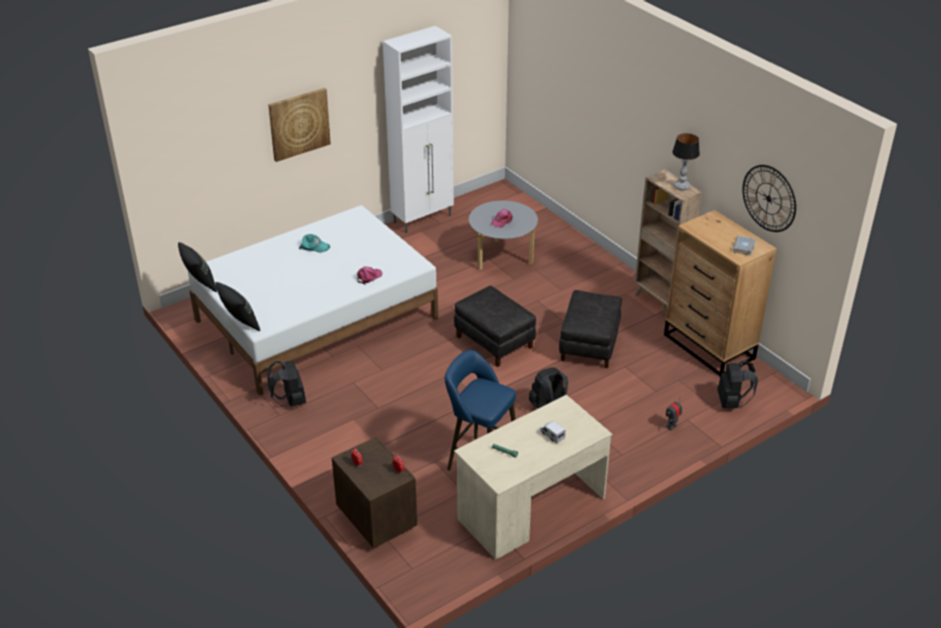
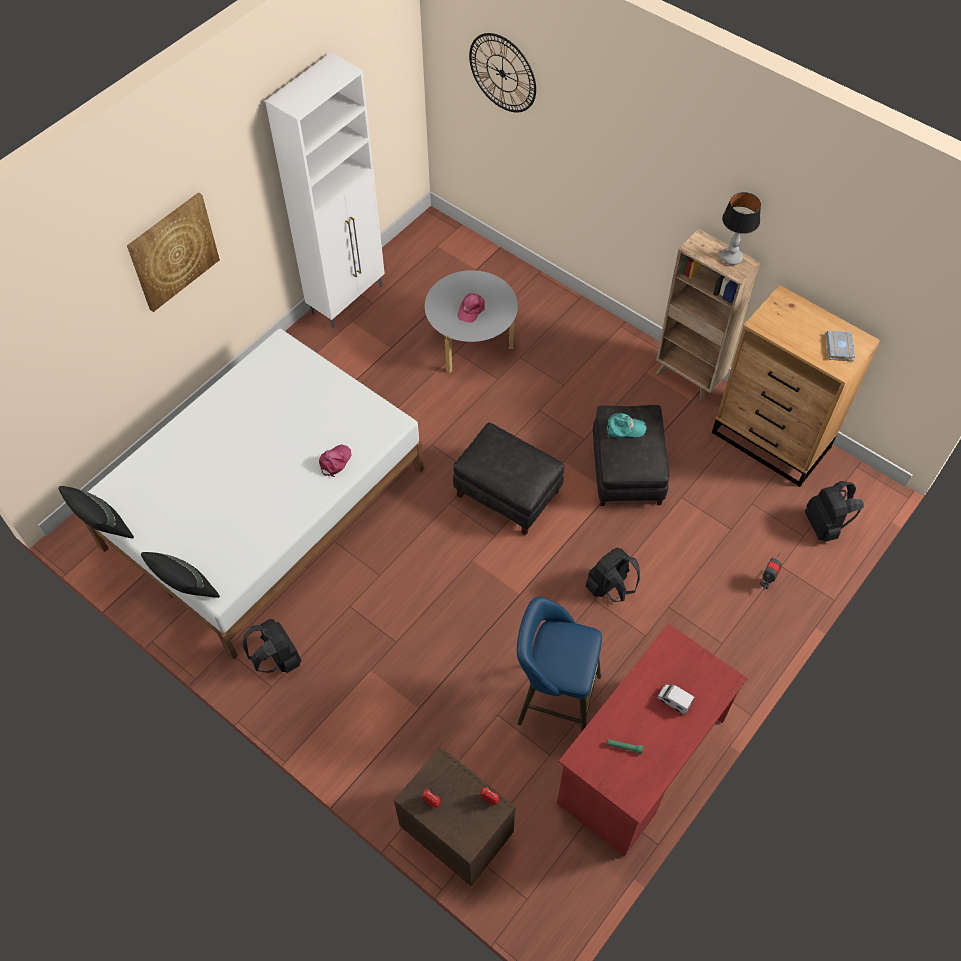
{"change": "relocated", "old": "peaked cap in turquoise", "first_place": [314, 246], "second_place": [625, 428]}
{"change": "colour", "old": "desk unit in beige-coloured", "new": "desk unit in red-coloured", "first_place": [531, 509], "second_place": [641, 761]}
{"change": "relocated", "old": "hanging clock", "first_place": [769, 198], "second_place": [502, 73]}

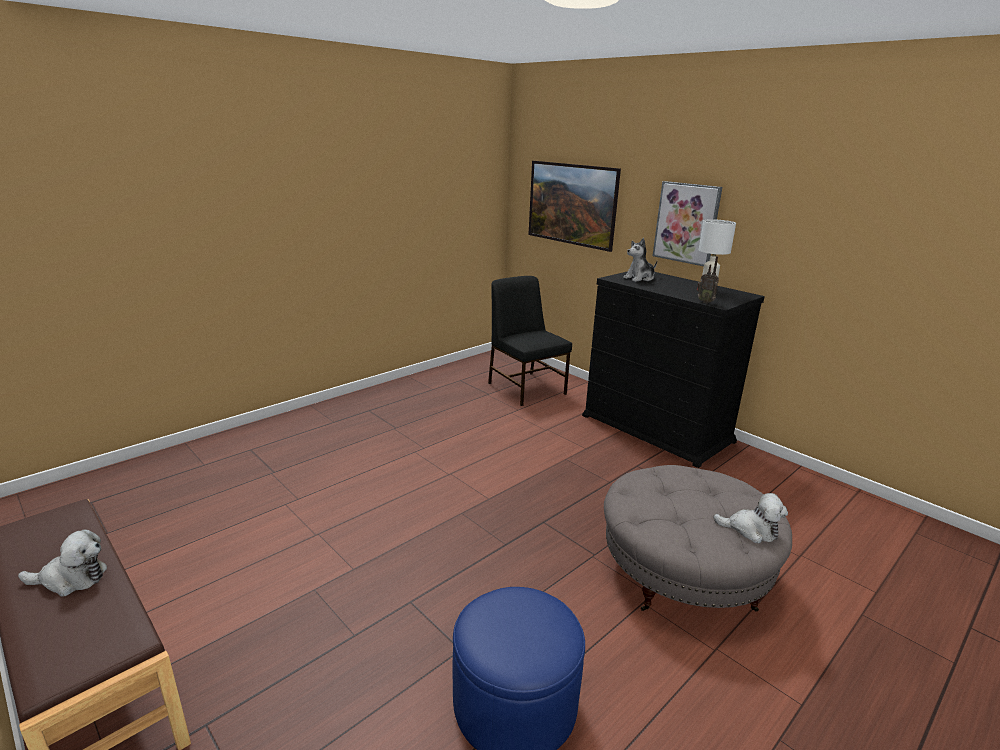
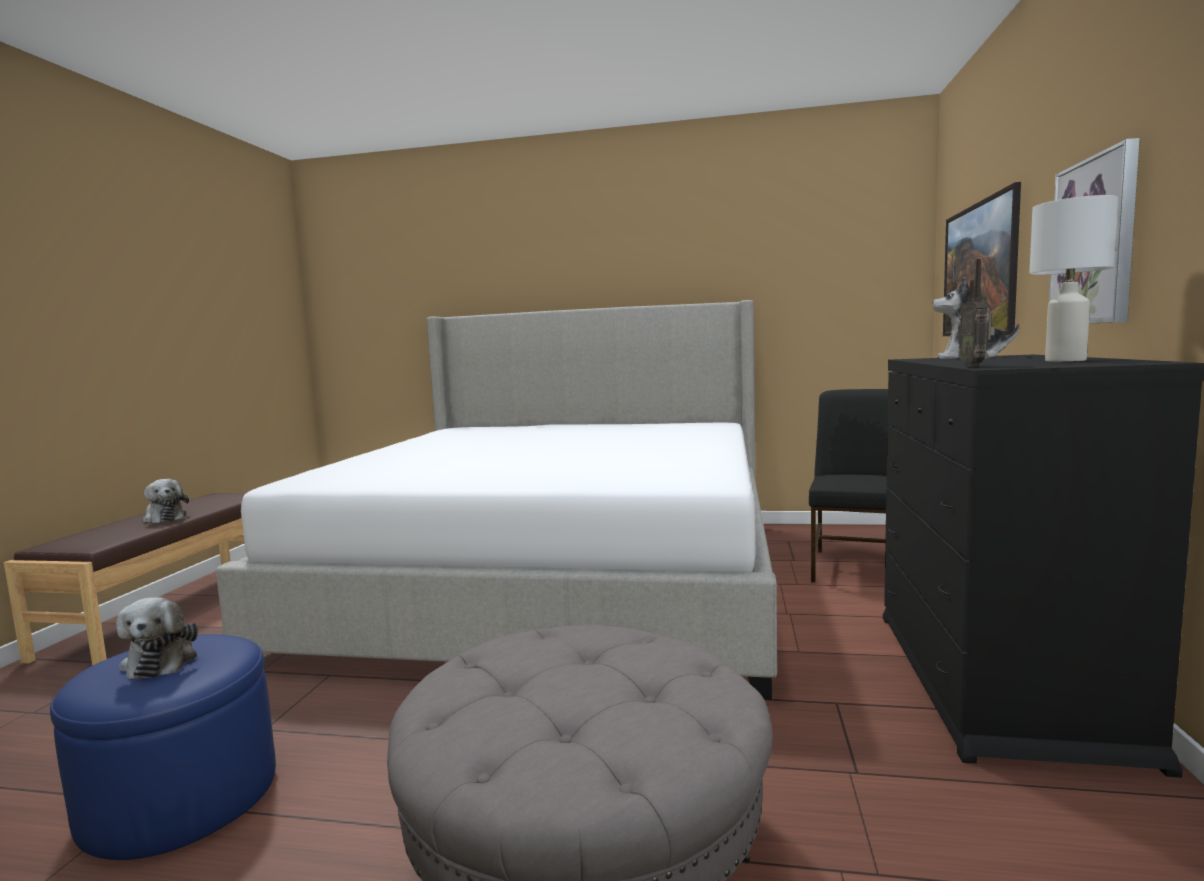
{"change": "relocated", "old": "cuddly toy", "first_place": [751, 530], "second_place": [162, 660]}
{"change": "appeared", "new": "sleeping bed", "second_place": [557, 581]}

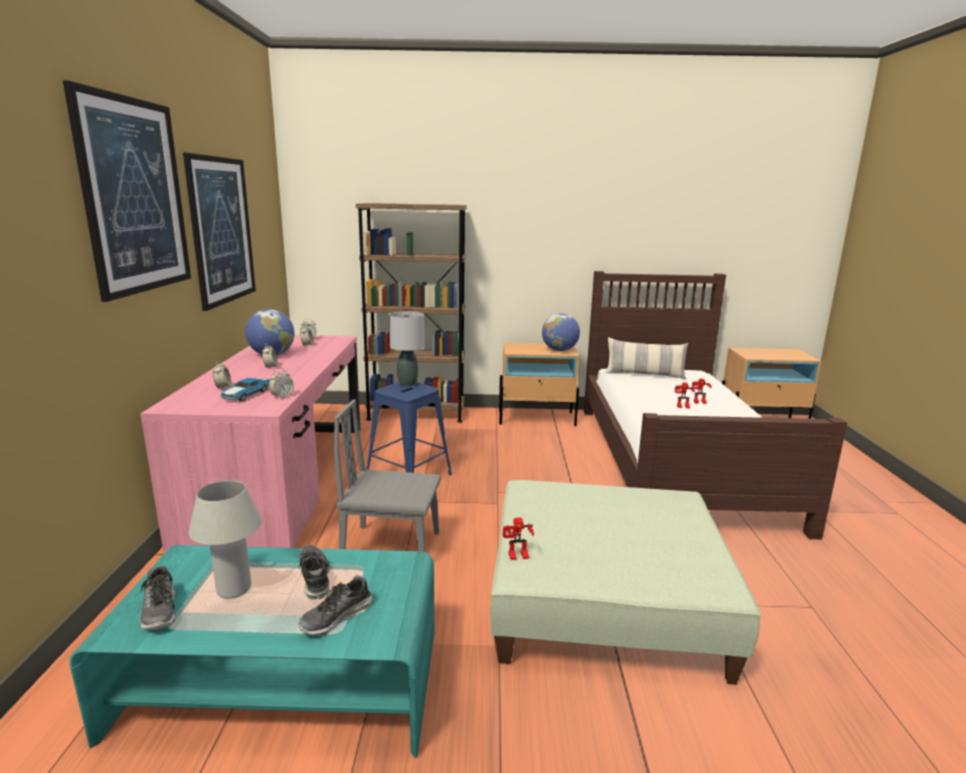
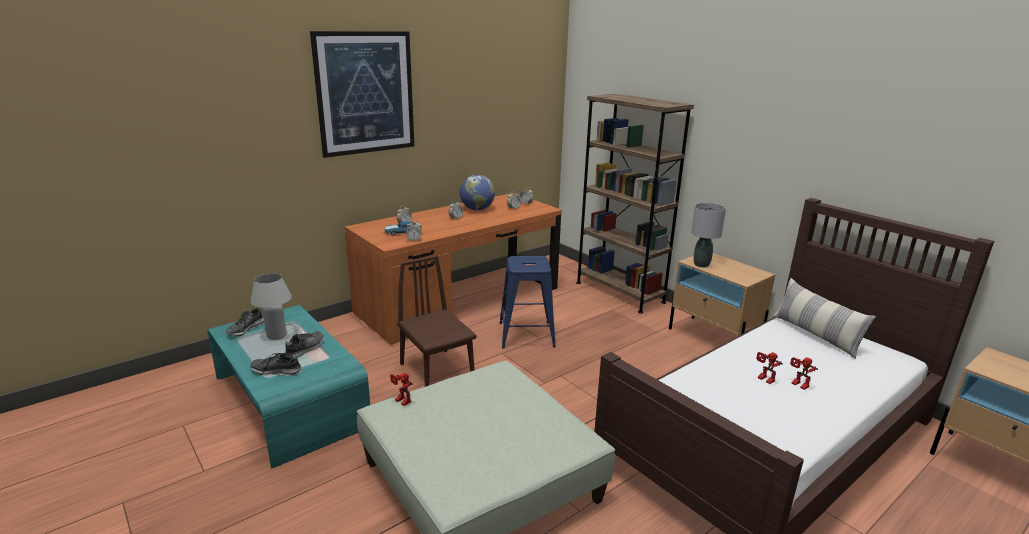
{"change": "colour", "old": "desk unit in pink-coloured", "new": "desk unit in orange-coloured", "first_place": [282, 479], "second_place": [460, 300]}
{"change": "missing", "old": "wall art", "first_place": [221, 230]}
{"change": "colour", "old": "plain chair in gray", "new": "plain chair in brown", "first_place": [391, 547], "second_place": [437, 371]}
{"change": "relocated", "old": "tabletop lamp in gray", "first_place": [407, 383], "second_place": [701, 264]}
{"change": "missing", "old": "world globe", "first_place": [559, 350]}

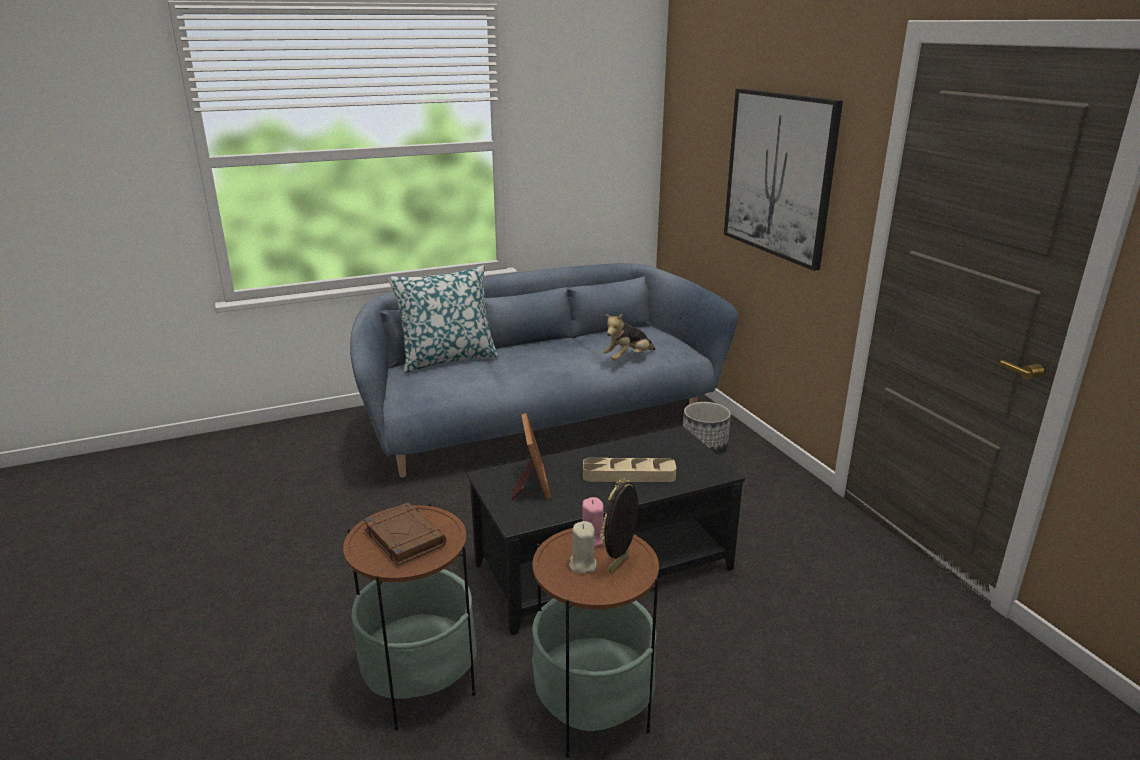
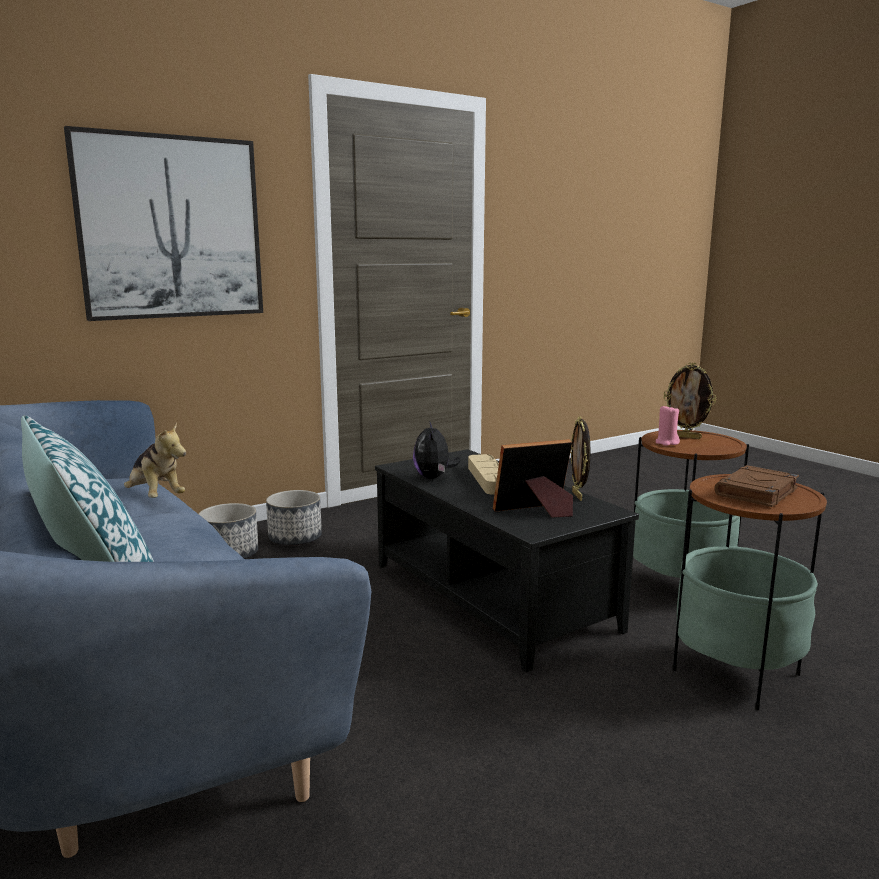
{"change": "missing", "old": "candle in beige-coloured", "first_place": [582, 565]}
{"change": "appeared", "new": "plant pot", "second_place": [294, 539]}
{"change": "appeared", "new": "cuddly toy", "second_place": [434, 477]}
{"change": "appeared", "new": "picture frame", "second_place": [578, 496]}

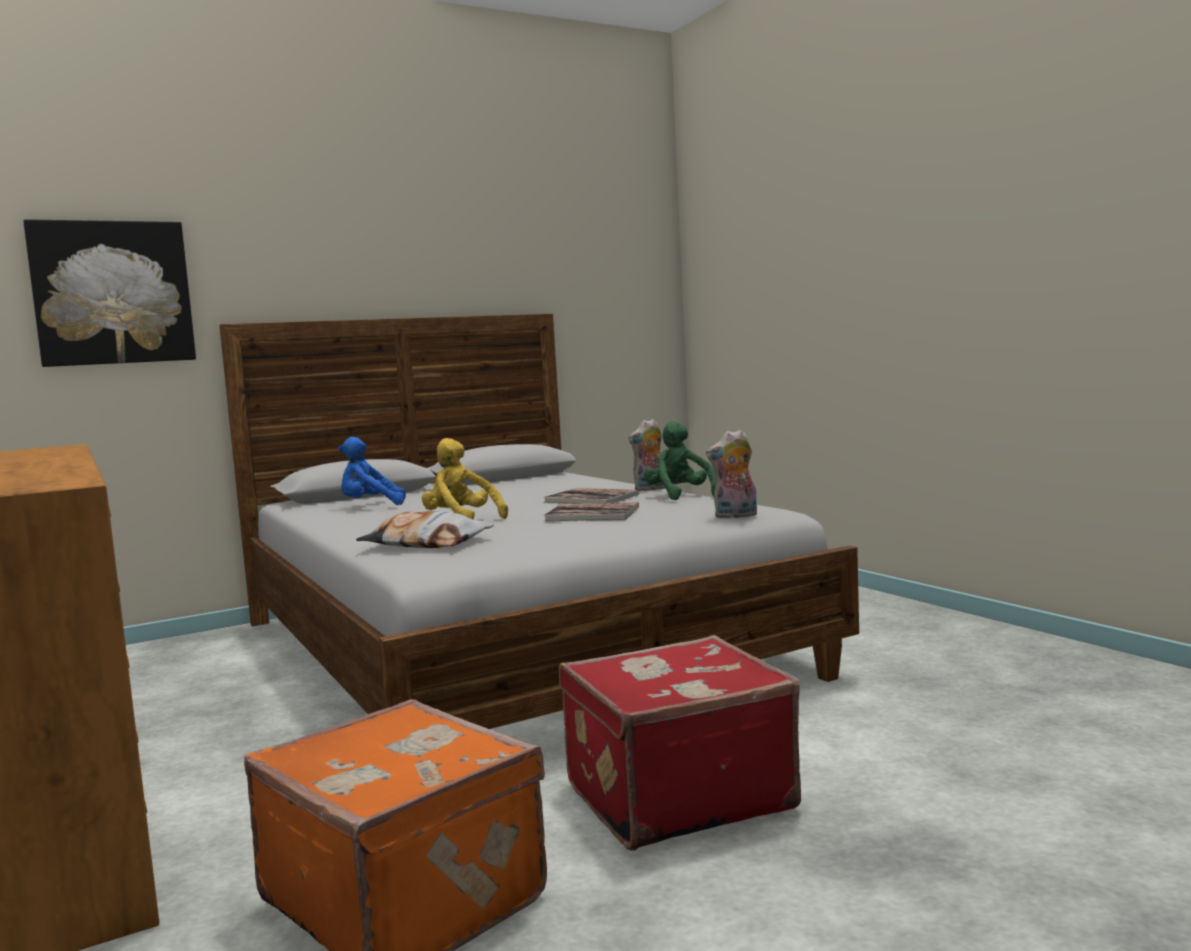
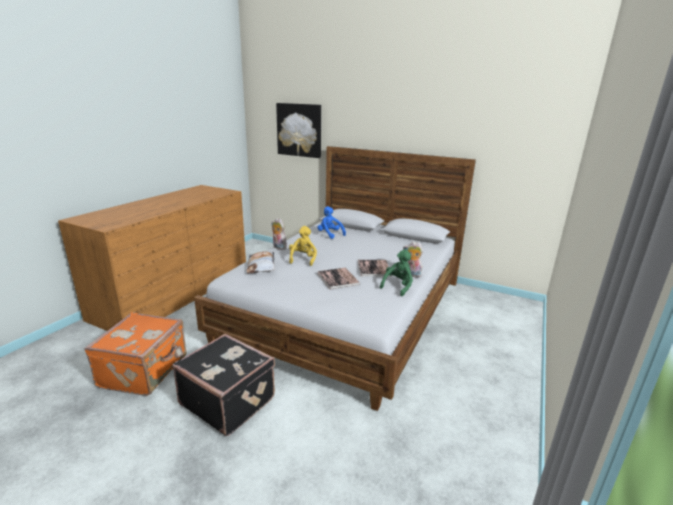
{"change": "colour", "old": "piece of luggage in red-coloured", "new": "piece of luggage in black-coloured", "first_place": [675, 795], "second_place": [228, 400]}
{"change": "relocated", "old": "cuddly toy", "first_place": [735, 516], "second_place": [278, 247]}

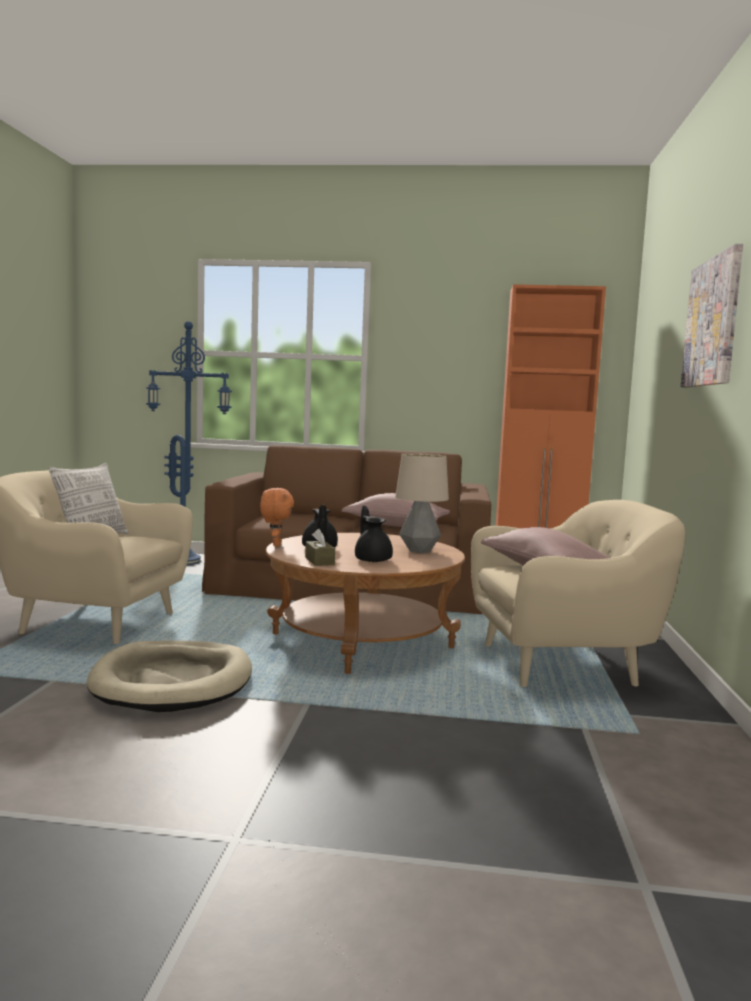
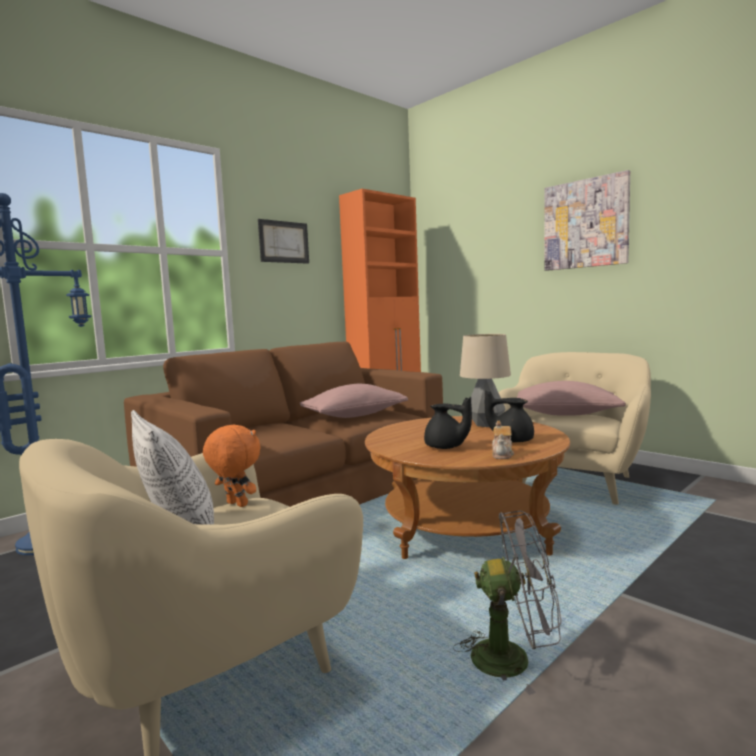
{"change": "exchanged", "old": "pet bed in beige-coloured", "new": "electric fan in gray", "first_place": [173, 682], "second_place": [513, 657]}
{"change": "relocated", "old": "cuddly toy in orange-coloured", "first_place": [275, 544], "second_place": [235, 504]}
{"change": "exchanged", "old": "tissue holder in brown", "new": "teapot", "first_place": [319, 561], "second_place": [502, 454]}
{"change": "appeared", "new": "wall art", "second_place": [283, 242]}

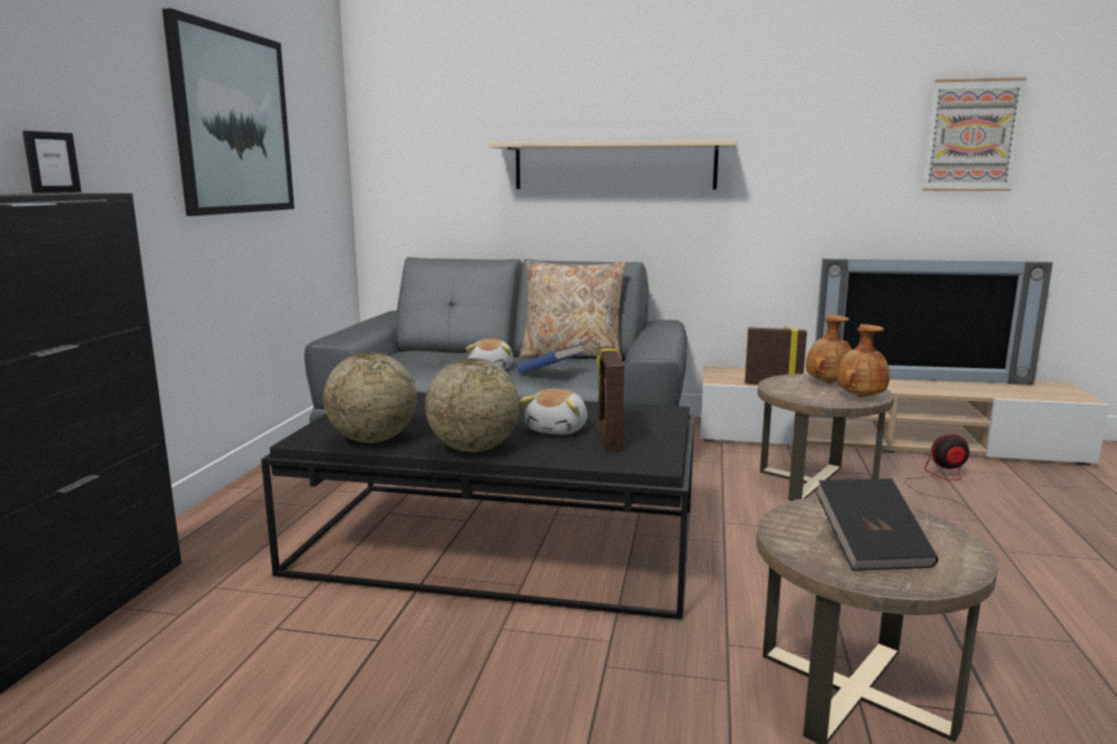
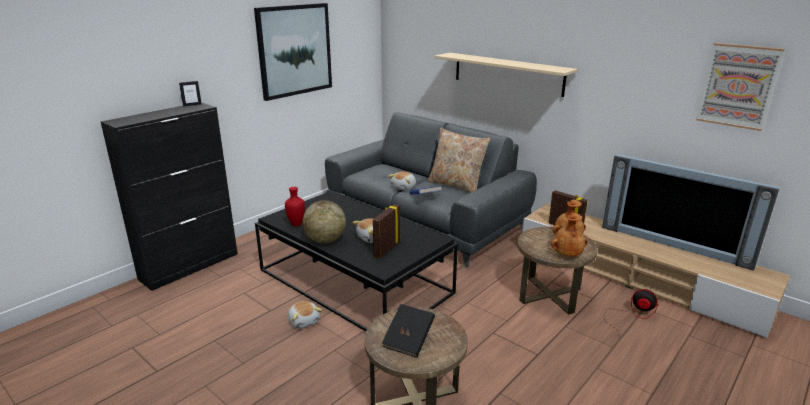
{"change": "exchanged", "old": "world globe", "new": "flower vase in red-coloured", "first_place": [373, 440], "second_place": [295, 224]}
{"change": "appeared", "new": "cuddly toy", "second_place": [304, 321]}

